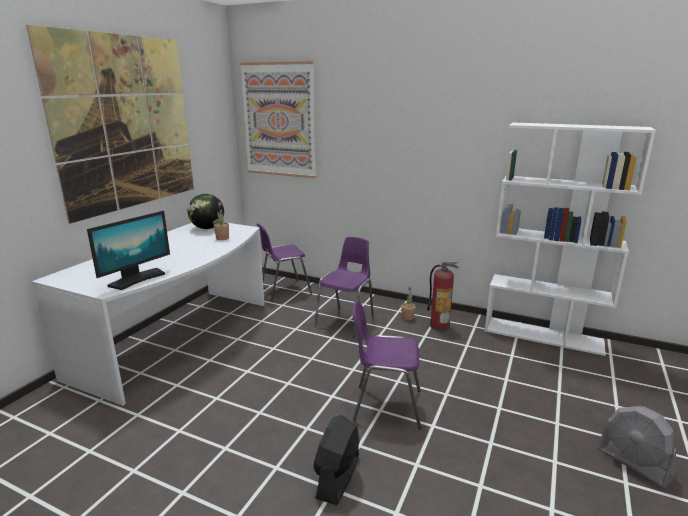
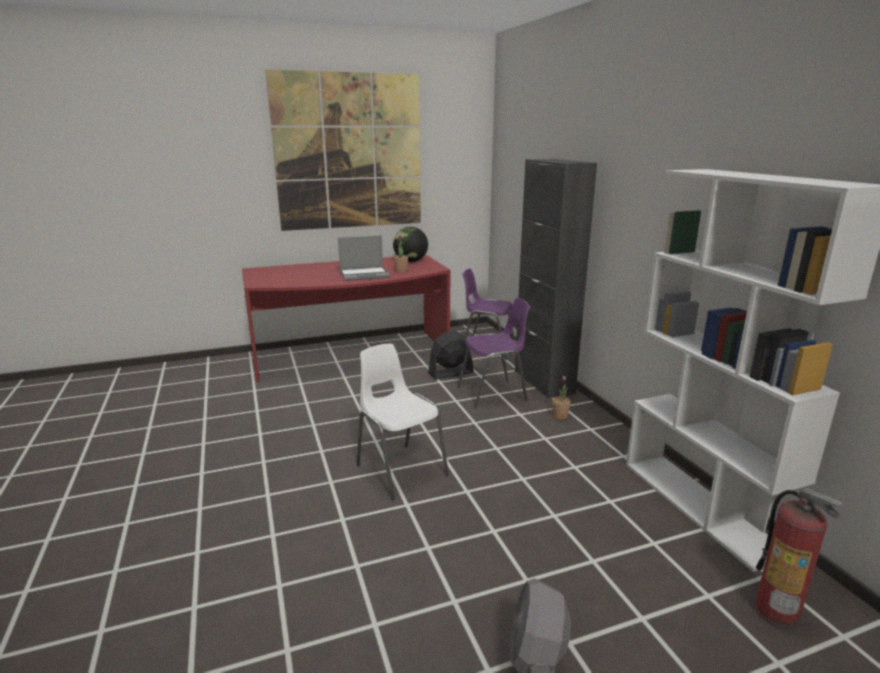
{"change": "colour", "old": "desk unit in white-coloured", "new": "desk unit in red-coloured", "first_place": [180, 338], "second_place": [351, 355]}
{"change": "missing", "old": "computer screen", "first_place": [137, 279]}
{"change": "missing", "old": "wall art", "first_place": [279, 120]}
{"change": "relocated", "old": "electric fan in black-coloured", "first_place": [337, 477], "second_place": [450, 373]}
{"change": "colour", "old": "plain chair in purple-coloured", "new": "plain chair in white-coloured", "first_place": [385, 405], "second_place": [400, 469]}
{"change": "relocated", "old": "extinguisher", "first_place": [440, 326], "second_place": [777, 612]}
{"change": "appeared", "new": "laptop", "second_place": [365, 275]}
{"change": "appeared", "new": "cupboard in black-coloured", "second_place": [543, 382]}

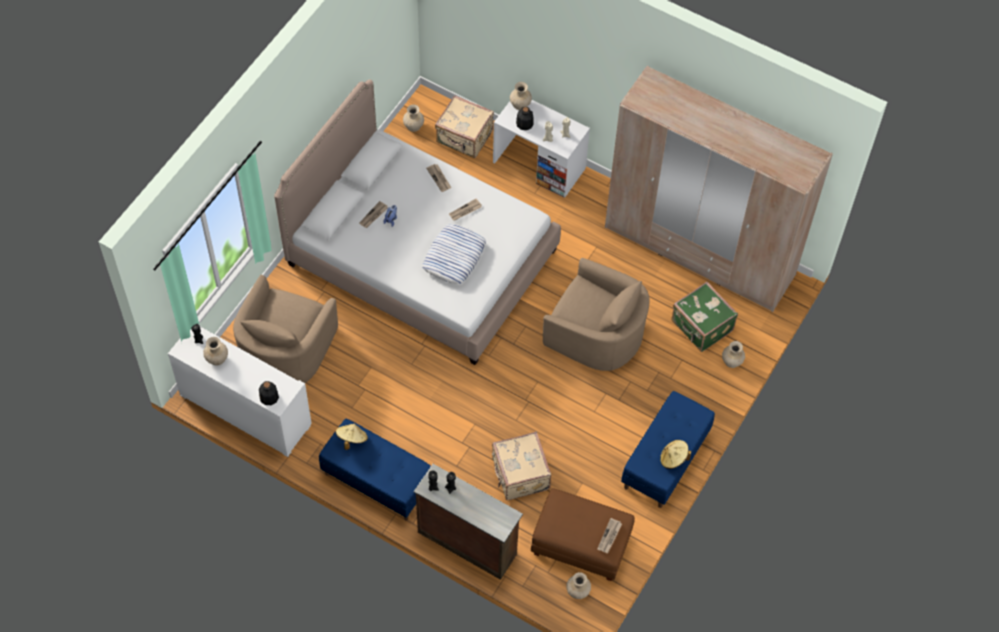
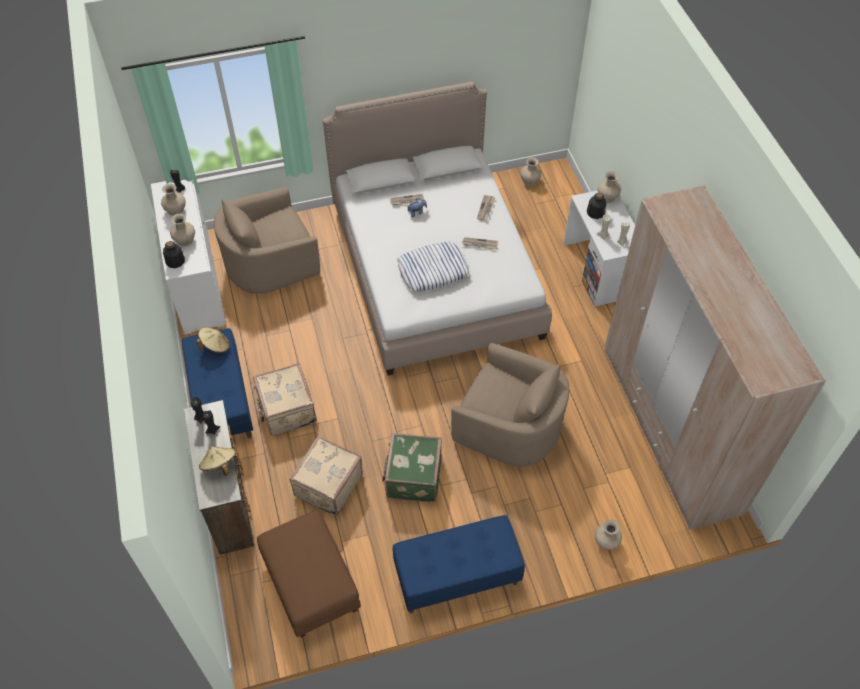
{"change": "relocated", "old": "piece of luggage in beige-coloured", "first_place": [464, 138], "second_place": [286, 410]}
{"change": "spun", "old": "armchair in beige-coloured", "first_place": [596, 333], "second_place": [509, 426], "degrees": -45}
{"change": "relocated", "old": "flower vase in beige-coloured", "first_place": [577, 591], "second_place": [184, 240]}
{"change": "missing", "old": "daily paper", "first_place": [609, 536]}
{"change": "relocated", "old": "wearable hat in beige-coloured", "first_place": [673, 459], "second_place": [219, 465]}
{"change": "relocated", "old": "piece of luggage in green", "first_place": [701, 326], "second_place": [412, 477]}

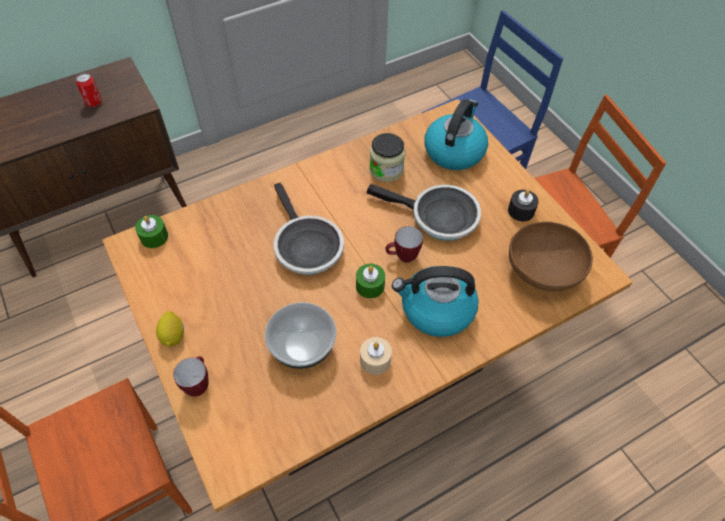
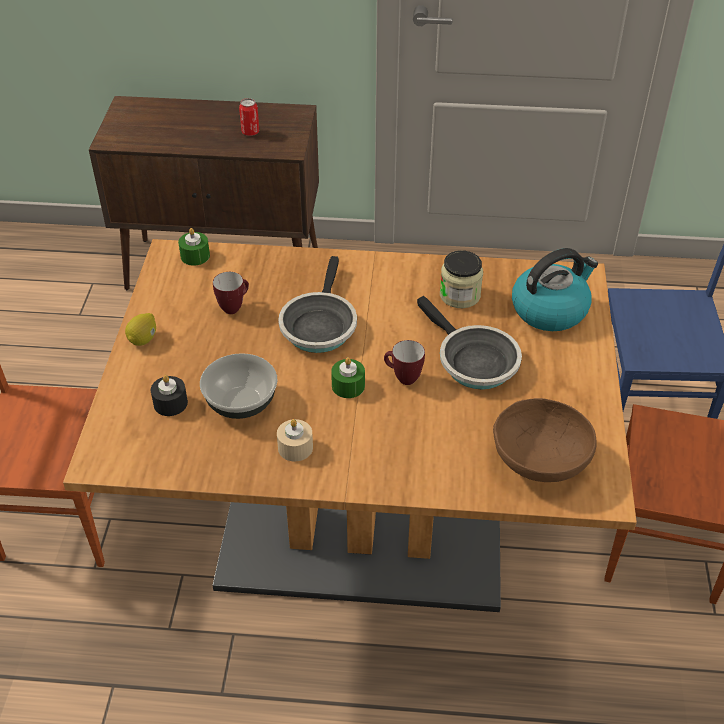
{"change": "relocated", "old": "coffee mug", "first_place": [198, 384], "second_place": [234, 307]}
{"change": "missing", "old": "kettle", "first_place": [436, 310]}
{"change": "relocated", "old": "candle in black-coloured", "first_place": [521, 211], "second_place": [170, 403]}

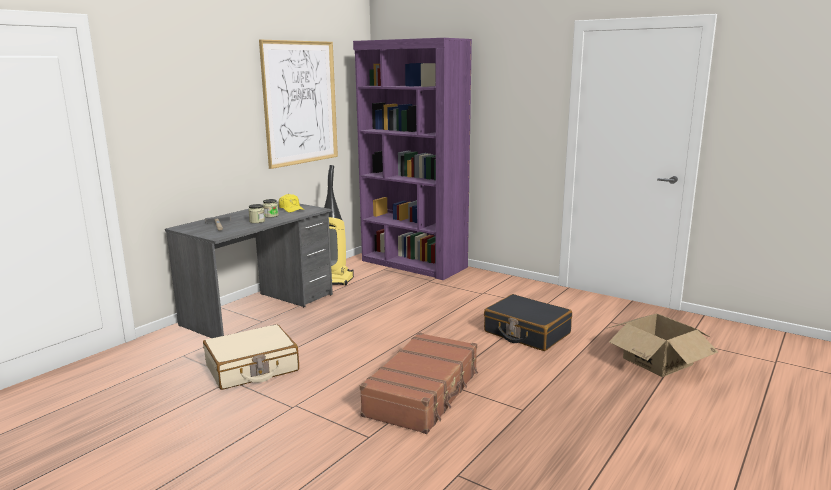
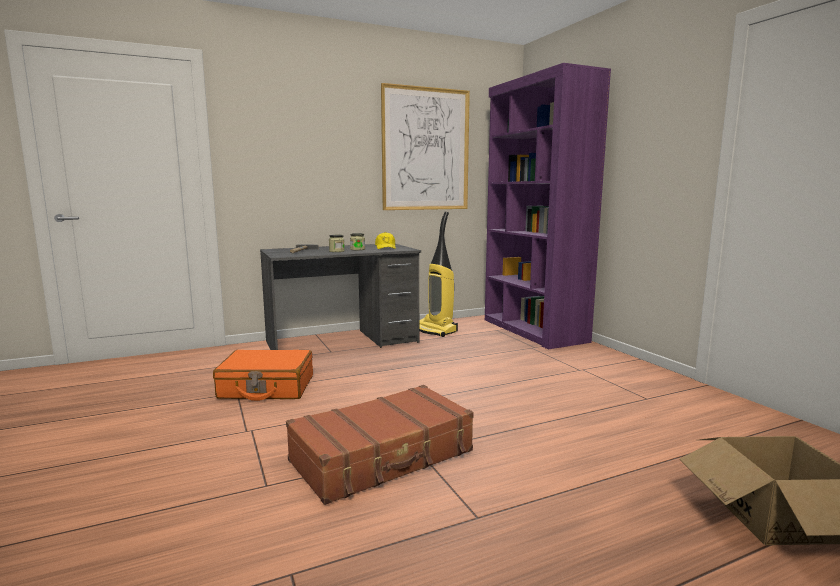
{"change": "colour", "old": "piece of luggage in beige-coloured", "new": "piece of luggage in orange-coloured", "first_place": [252, 368], "second_place": [266, 387]}
{"change": "missing", "old": "piece of luggage in black-coloured", "first_place": [526, 333]}

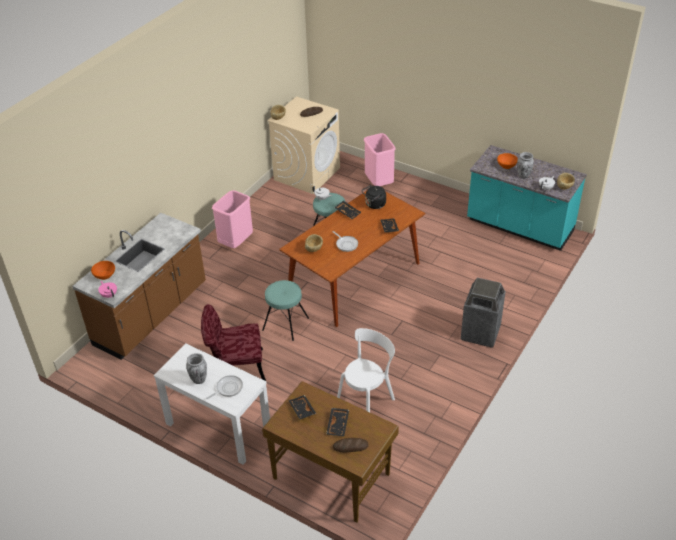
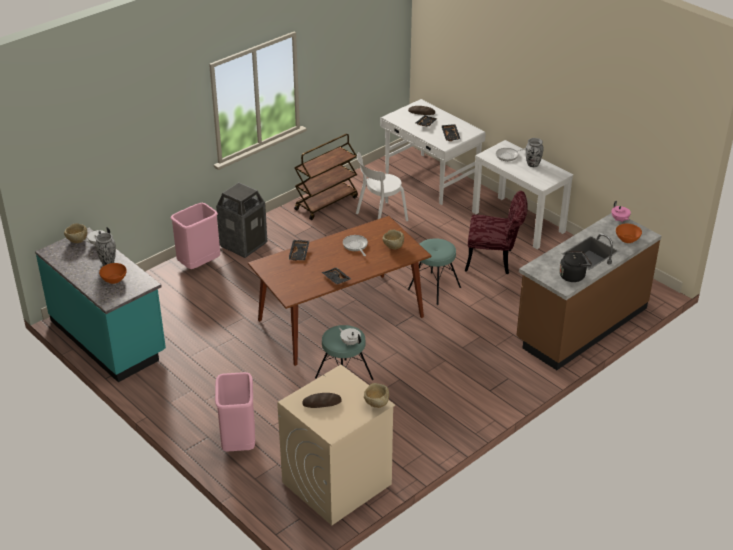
{"change": "relocated", "old": "waste bin in pink-coloured", "first_place": [236, 242], "second_place": [199, 264]}
{"change": "colour", "old": "desk unit in brown", "new": "desk unit in white-coloured", "first_place": [331, 475], "second_place": [431, 179]}
{"change": "relocated", "old": "kettle in black-coloured", "first_place": [374, 205], "second_place": [573, 276]}
{"change": "appeared", "new": "wheeled cart in brown", "second_place": [326, 203]}

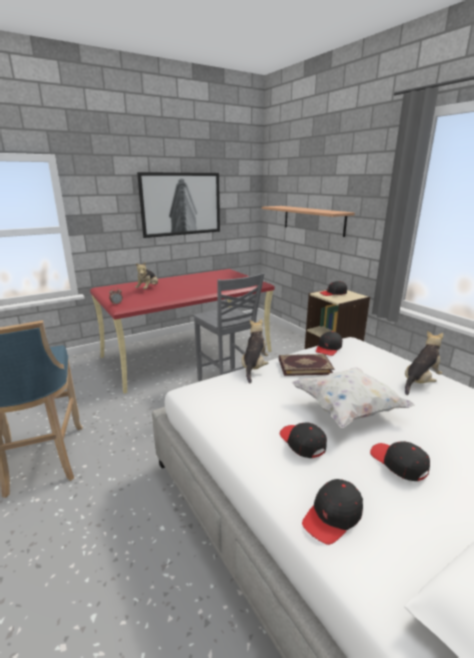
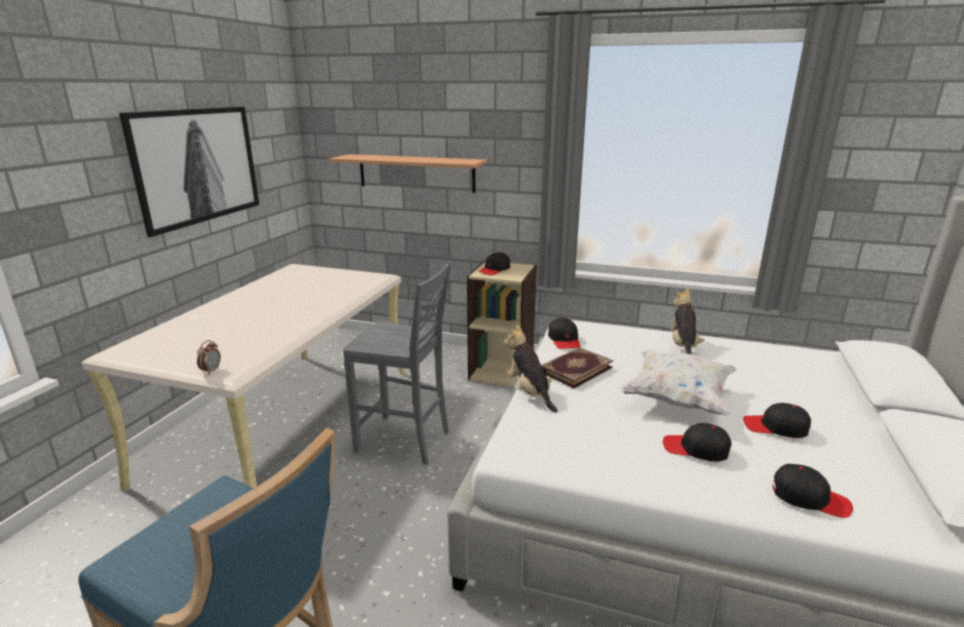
{"change": "colour", "old": "desk unit in red-coloured", "new": "desk unit in beige-coloured", "first_place": [187, 354], "second_place": [287, 420]}
{"change": "missing", "old": "cuddly toy", "first_place": [148, 289]}
{"change": "spun", "old": "peaked cap in black-coloured", "first_place": [332, 516], "second_place": [809, 498], "degrees": -75}

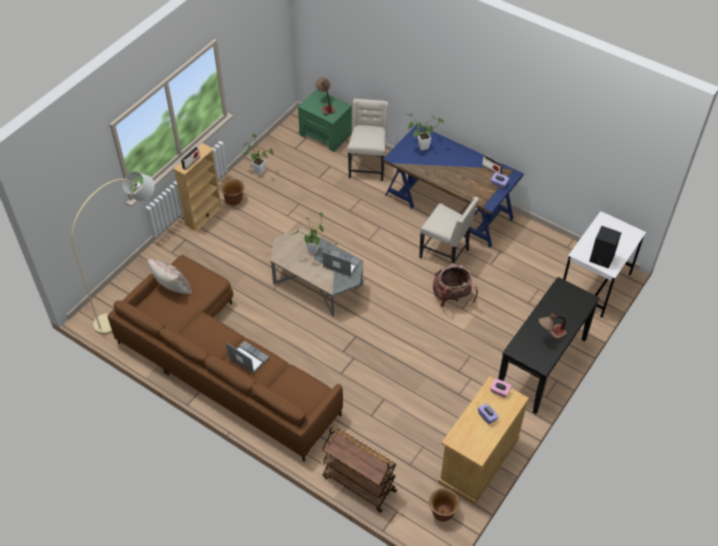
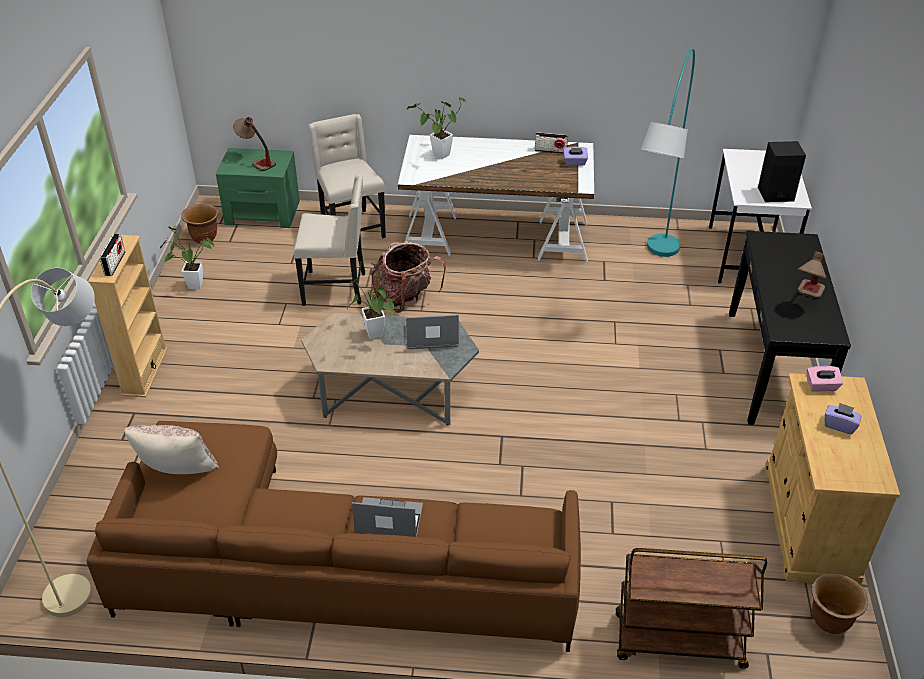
{"change": "relocated", "old": "plant pot in brown", "first_place": [234, 200], "second_place": [204, 238]}
{"change": "colour", "old": "desk unit in bluish", "new": "desk unit in white-coloured", "first_place": [448, 206], "second_place": [496, 236]}
{"change": "relocated", "old": "plain chair in beige-coloured", "first_place": [445, 253], "second_place": [336, 288]}
{"change": "relocated", "old": "rucksack", "first_place": [452, 296], "second_place": [405, 298]}
{"change": "appeared", "new": "standard lamp in turquoise", "second_place": [650, 282]}

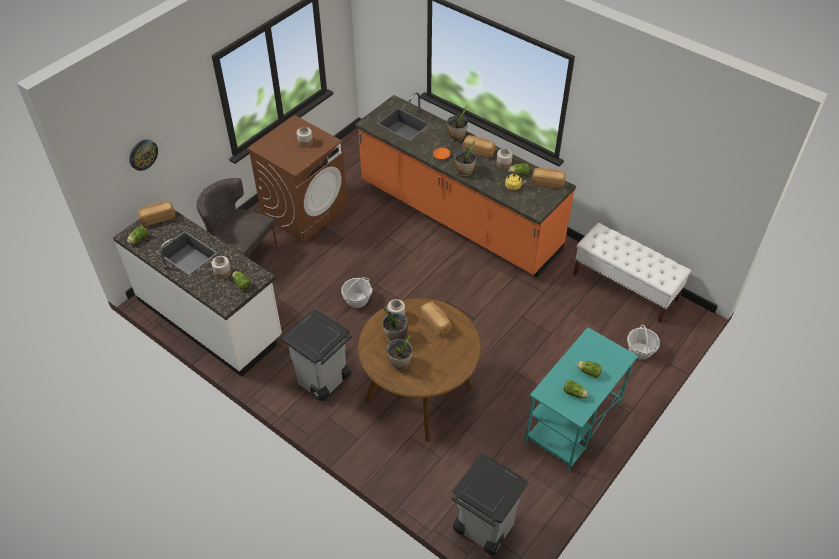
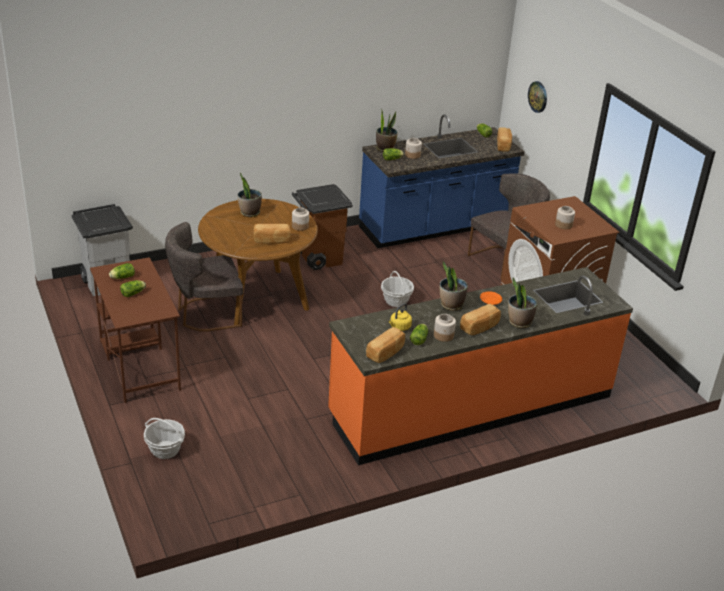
{"change": "colour", "old": "counter in white-coloured", "new": "counter in bluish", "first_place": [210, 318], "second_place": [435, 228]}
{"change": "colour", "old": "waste bin in gray", "new": "waste bin in brown", "first_place": [323, 381], "second_place": [319, 258]}
{"change": "relocated", "old": "plant in a pot", "first_place": [395, 336], "second_place": [385, 148]}
{"change": "colour", "old": "desk unit in turquoise", "new": "desk unit in brown", "first_place": [572, 423], "second_place": [139, 364]}
{"change": "missing", "old": "indoor bench in white-coloured", "first_place": [625, 287]}
{"change": "appeared", "new": "plain chair in gray", "second_place": [205, 314]}

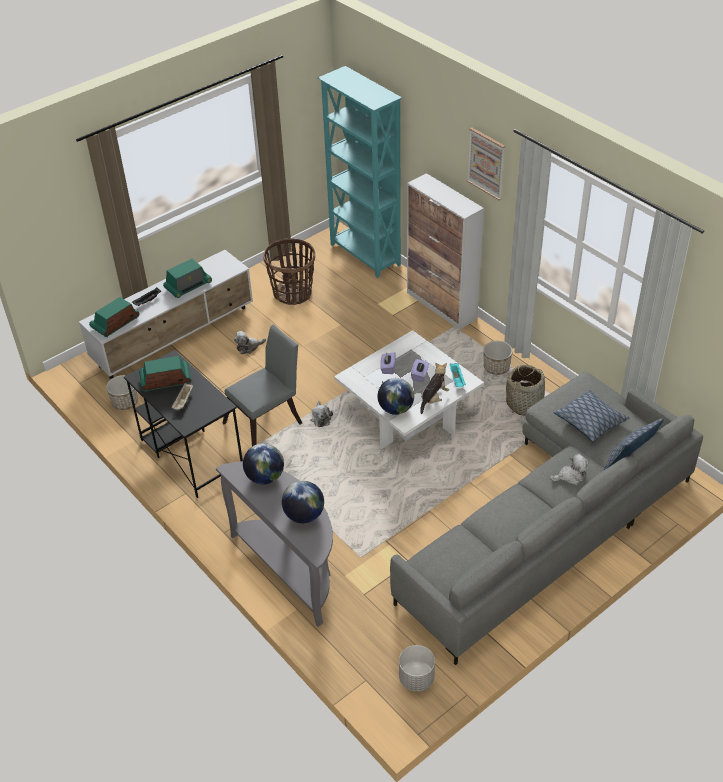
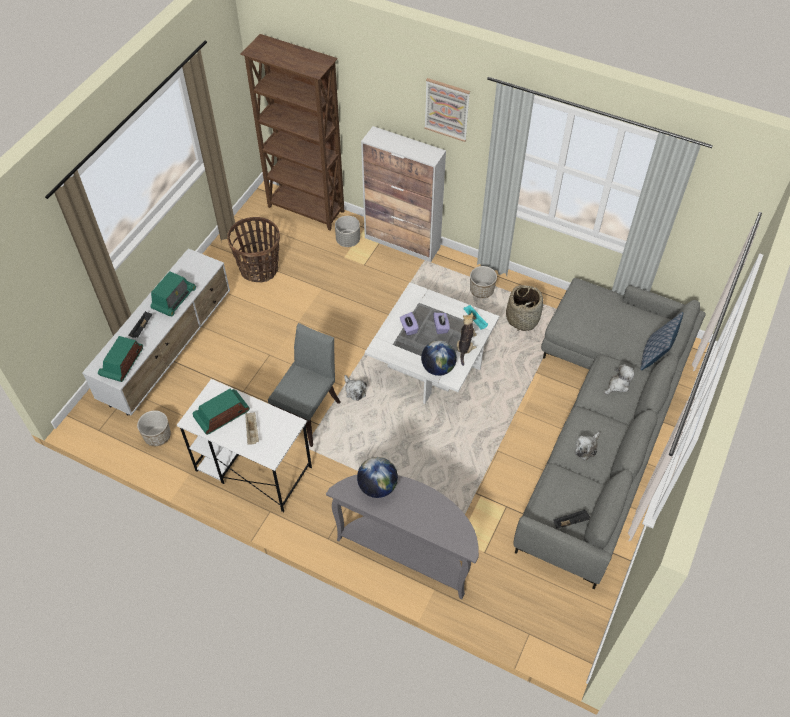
{"change": "colour", "old": "desk unit in black-coloured", "new": "desk unit in white-coloured", "first_place": [191, 454], "second_place": [252, 468]}
{"change": "relocated", "old": "cuddly toy", "first_place": [249, 347], "second_place": [586, 448]}
{"change": "missing", "old": "world globe", "first_place": [304, 515]}
{"change": "colour", "old": "shelving unit in turquoise", "new": "shelving unit in brown", "first_place": [365, 255], "second_place": [306, 210]}
{"change": "relocated", "old": "plant pot in gray", "first_place": [416, 679], "second_place": [348, 241]}
{"change": "missing", "old": "cushion", "first_place": [590, 421]}
{"change": "appeared", "new": "carrying tray in black-coloured", "second_place": [571, 521]}

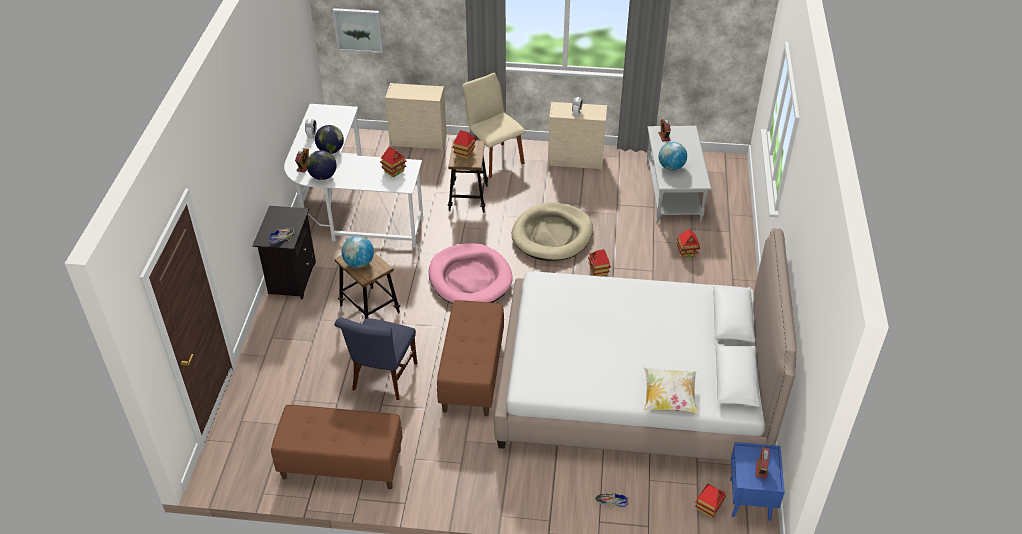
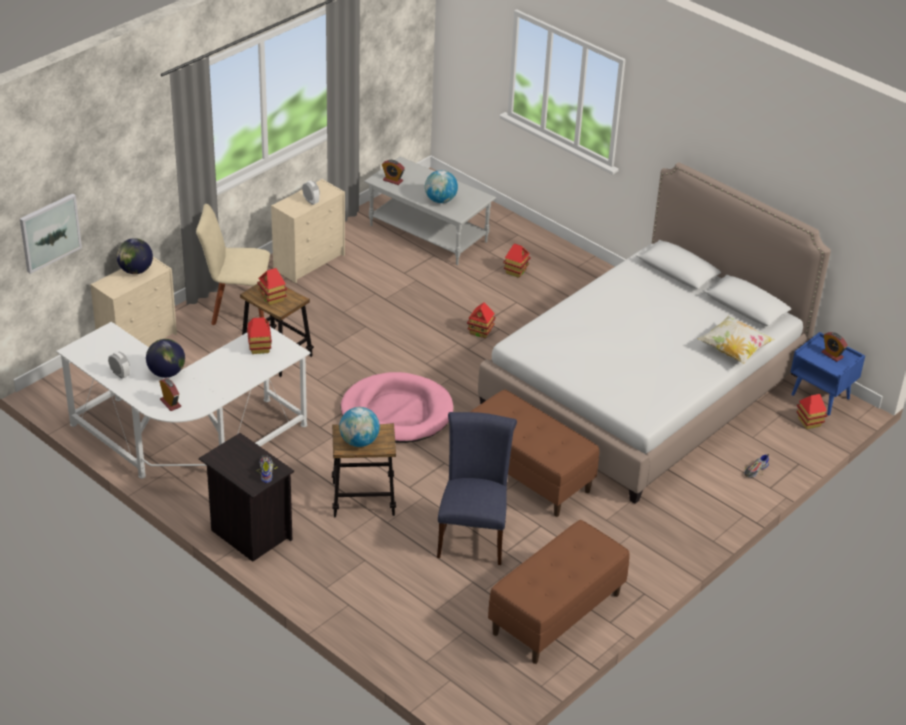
{"change": "relocated", "old": "world globe", "first_place": [323, 176], "second_place": [136, 271]}
{"change": "spun", "old": "plain chair in bluish", "first_place": [383, 379], "second_place": [473, 535], "degrees": -135}
{"change": "missing", "old": "pet bed in beige-coloured", "first_place": [552, 235]}

